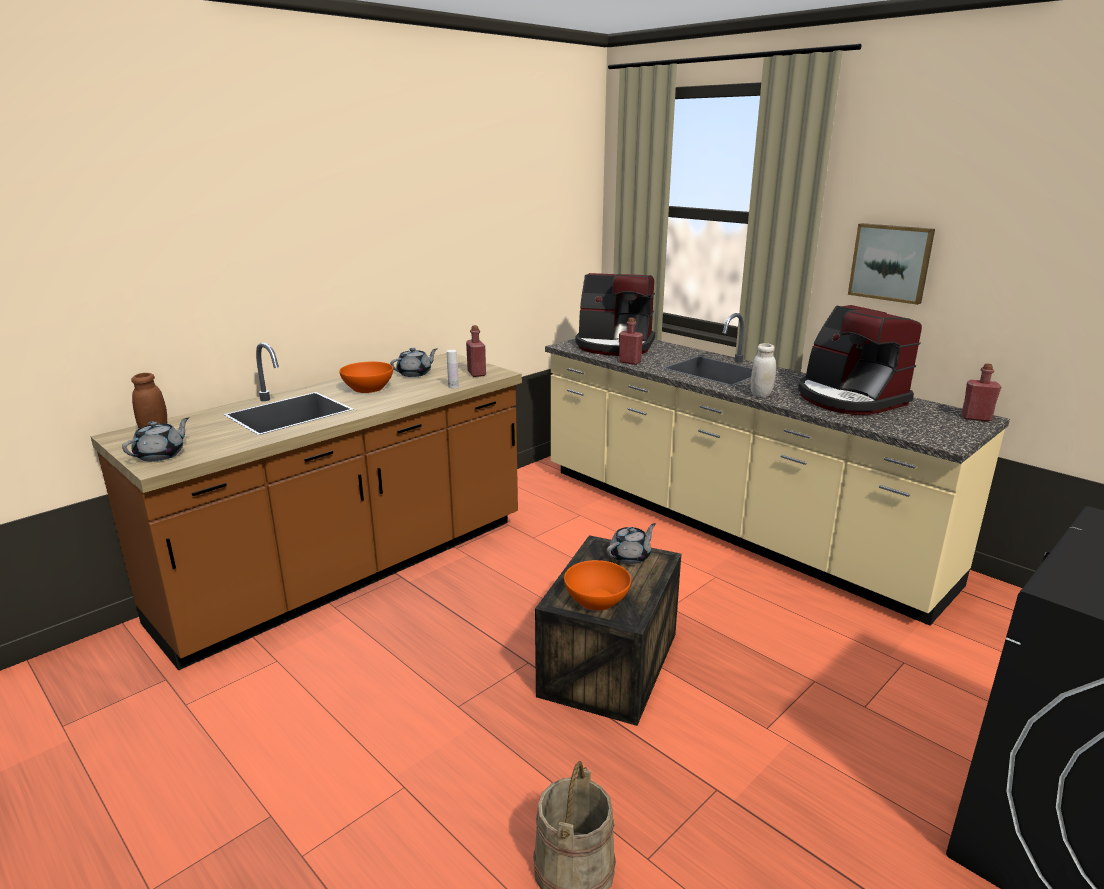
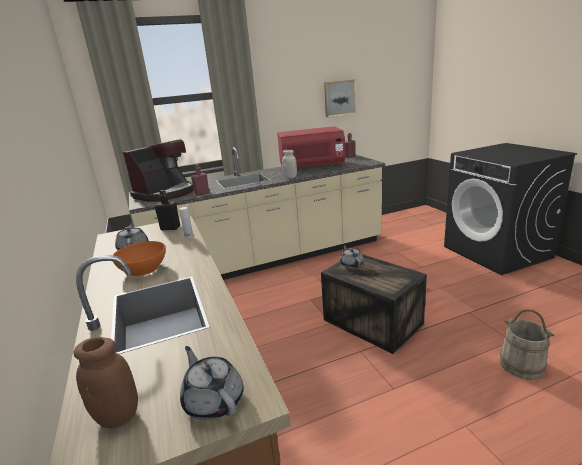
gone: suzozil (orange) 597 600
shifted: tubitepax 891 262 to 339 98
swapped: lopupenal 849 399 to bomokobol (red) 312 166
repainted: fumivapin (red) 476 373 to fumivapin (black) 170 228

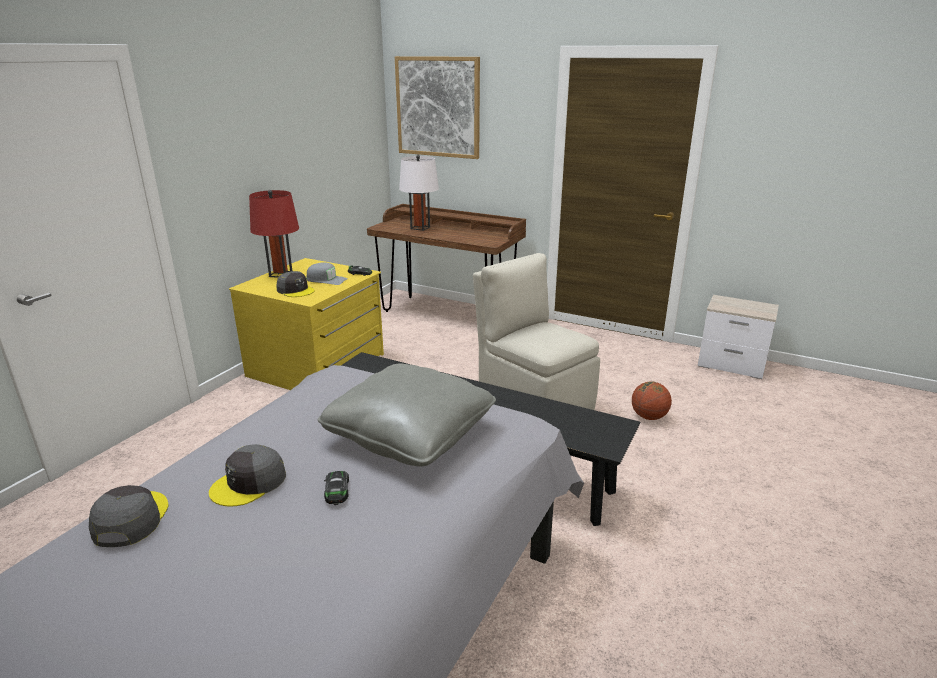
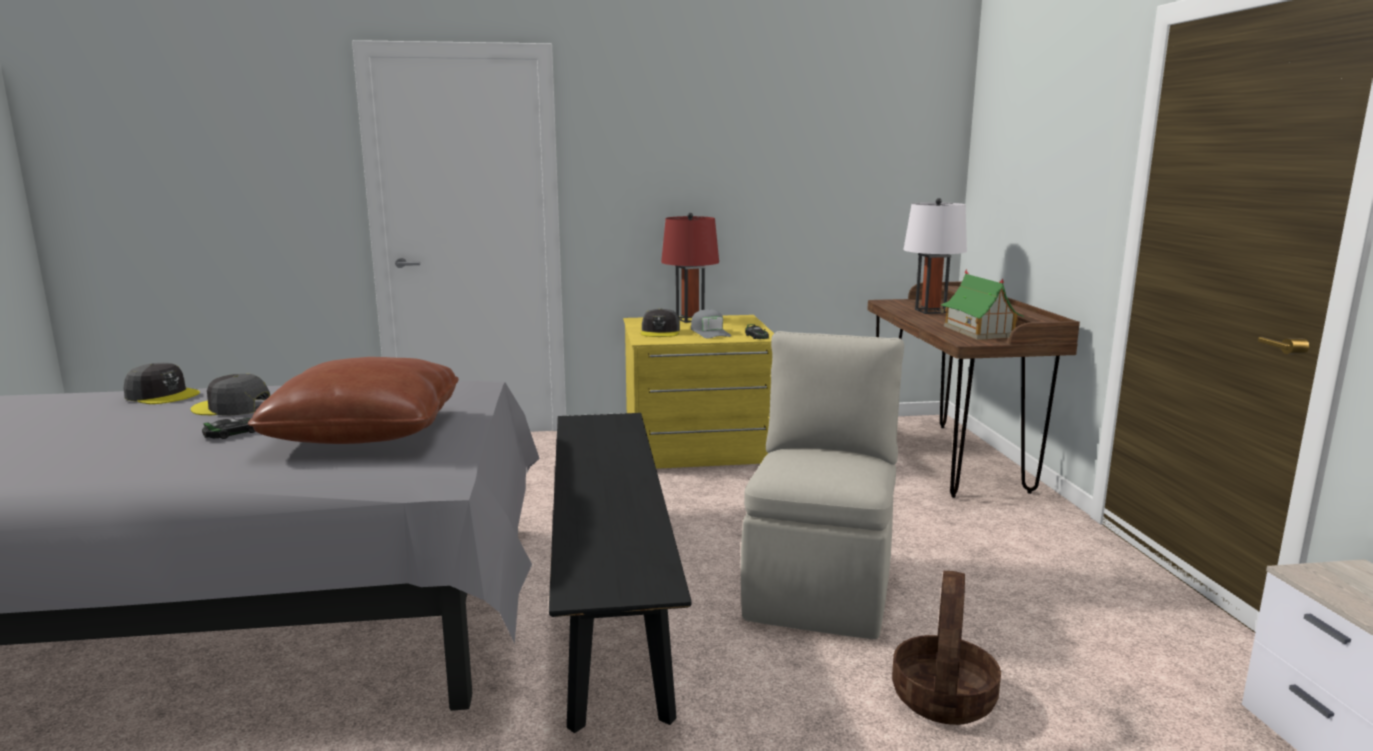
gone: tubitepax 438 107
new: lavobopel 978 331
swapped: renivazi 649 417 to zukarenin 944 698
repainted: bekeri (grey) 410 433 to bekeri (brown) 366 432
rotated: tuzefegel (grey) 130 520 = 162 395 60 degrees clockwise

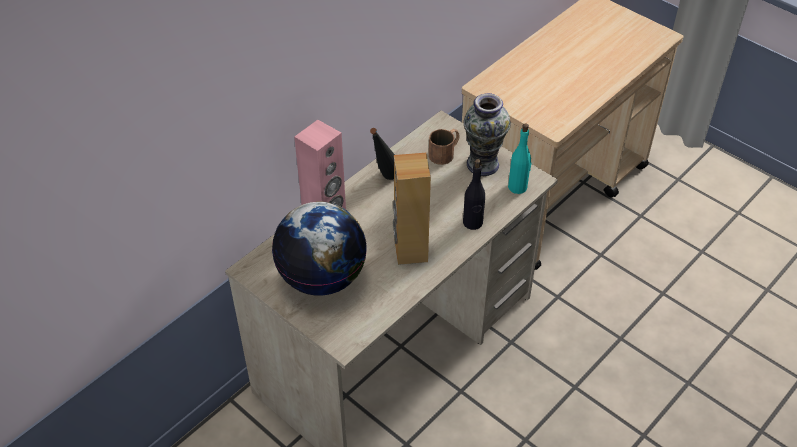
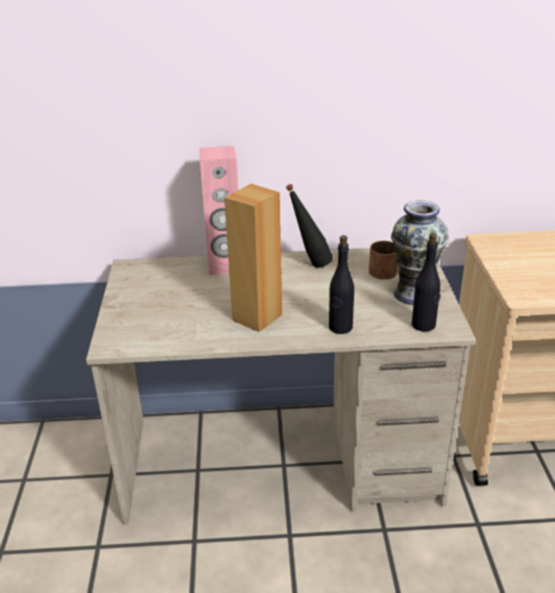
gone: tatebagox 322 278
repainted: fumivapin (turquoise) 518 187 to fumivapin (black) 423 325

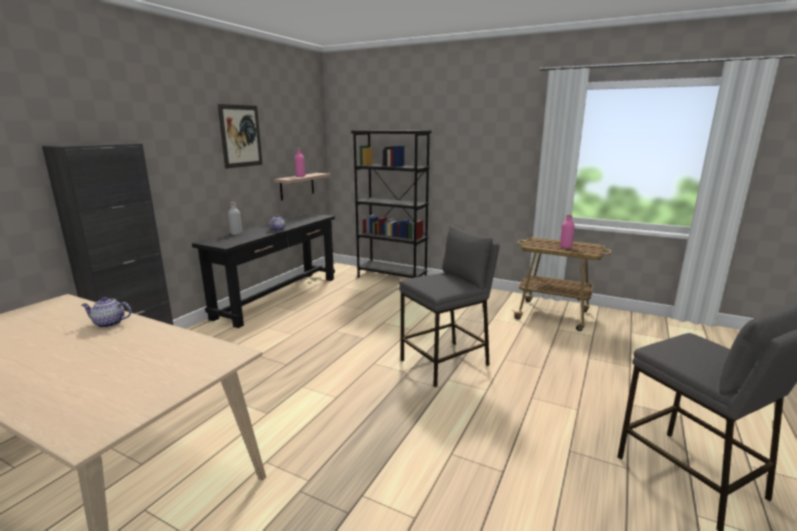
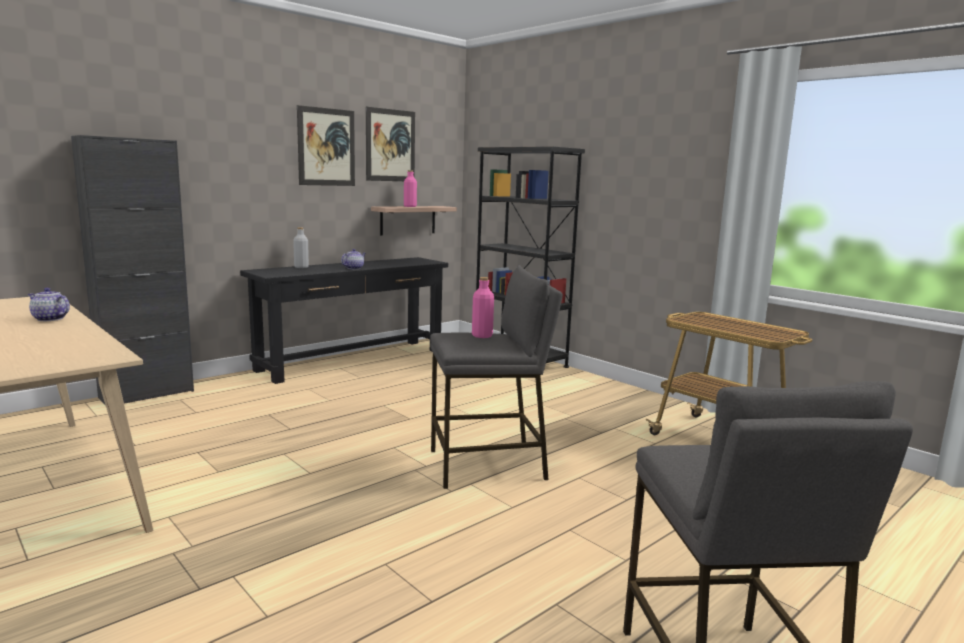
new: tubitepax 390 145
shifted: fumivapin (pink) 565 247 to 482 336

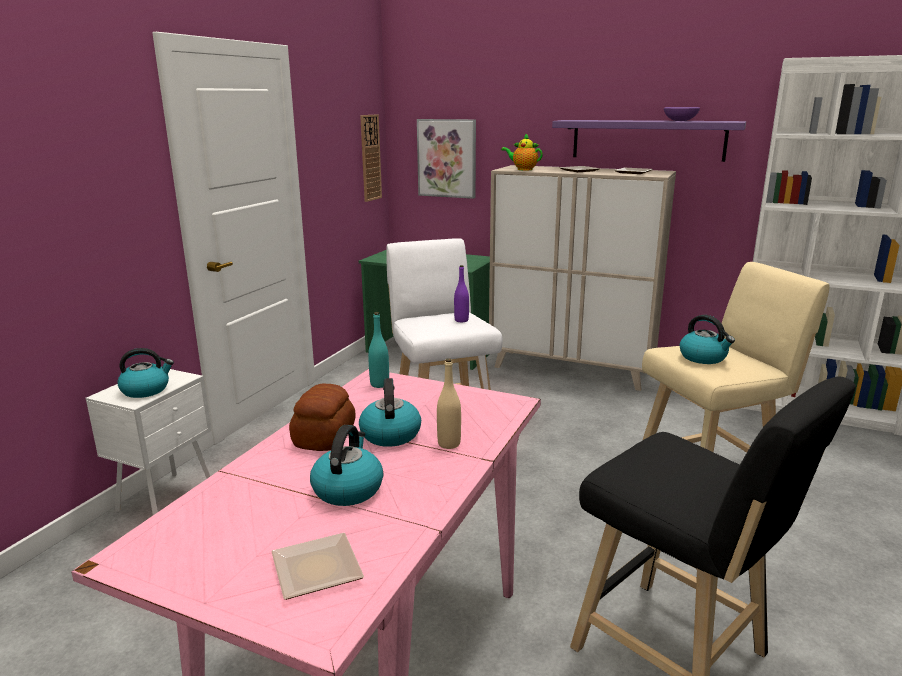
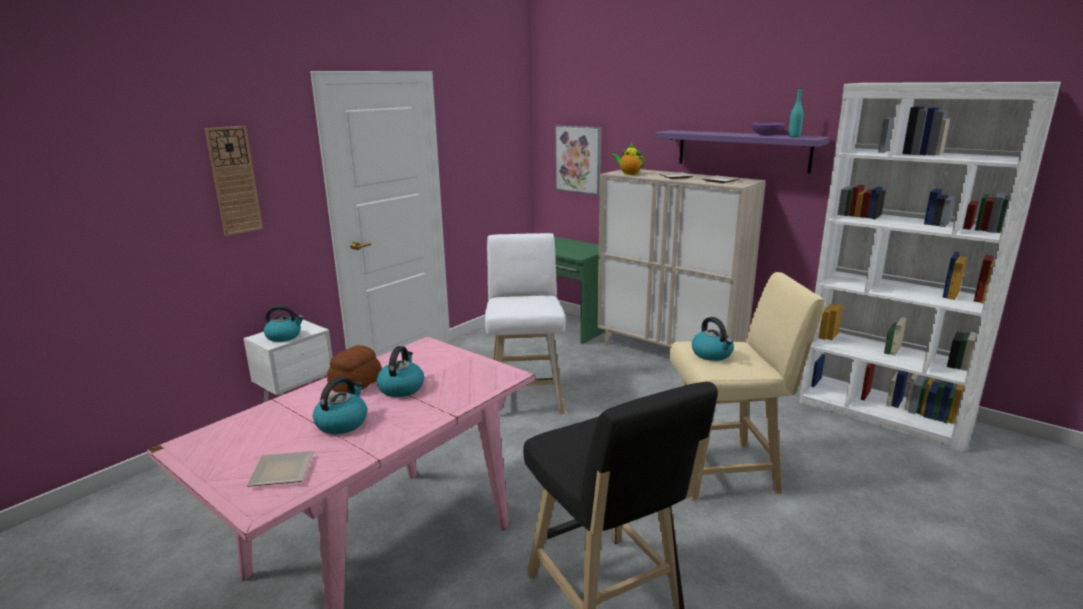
gone: fumivapin (beige) 449 444; fumivapin (purple) 461 320
shifted: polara 370 158 to 234 180; fumivapin (turquoise) 379 384 to 794 137

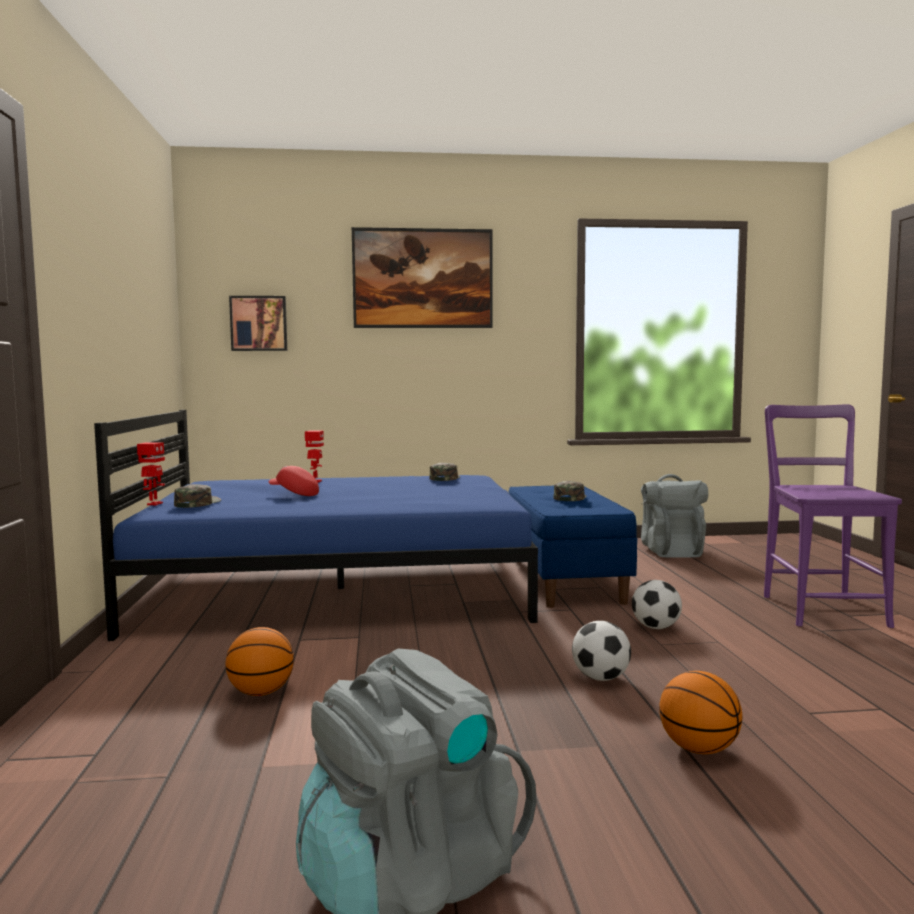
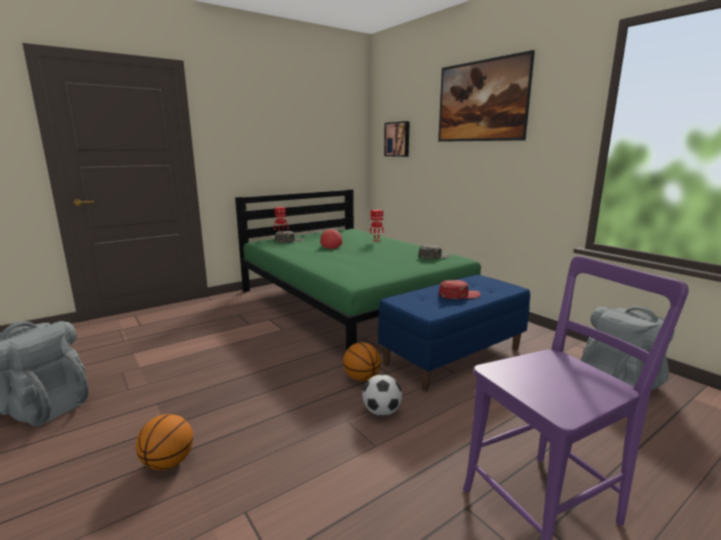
gone: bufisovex 600 678
shifted: renivazi 261 692 to 361 378
repainted: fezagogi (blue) 337 588 to fezagogi (green) 351 304; tuzefegel (green) 569 498 to tuzefegel (red) 459 295

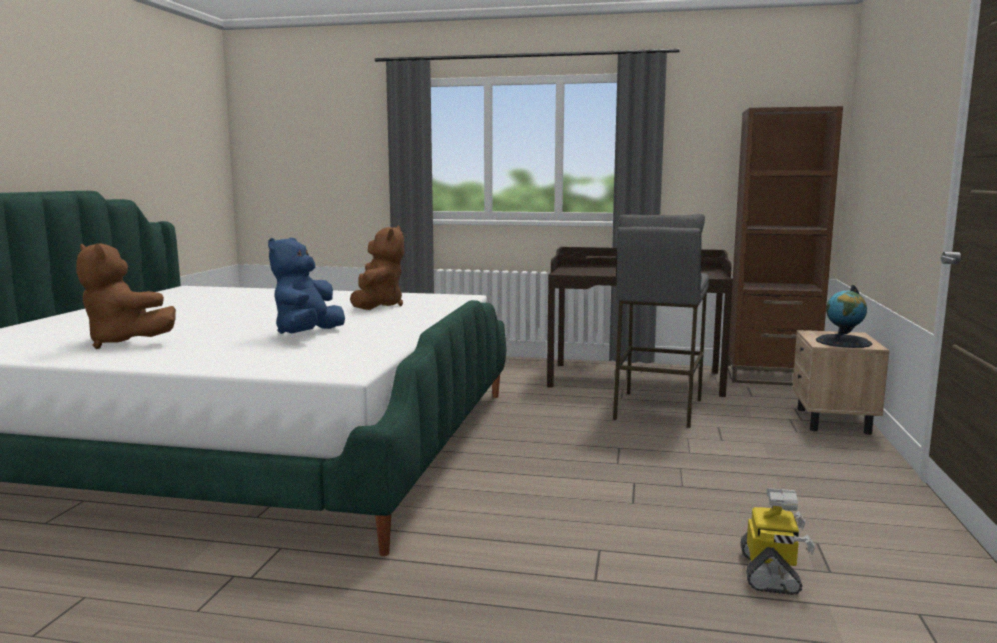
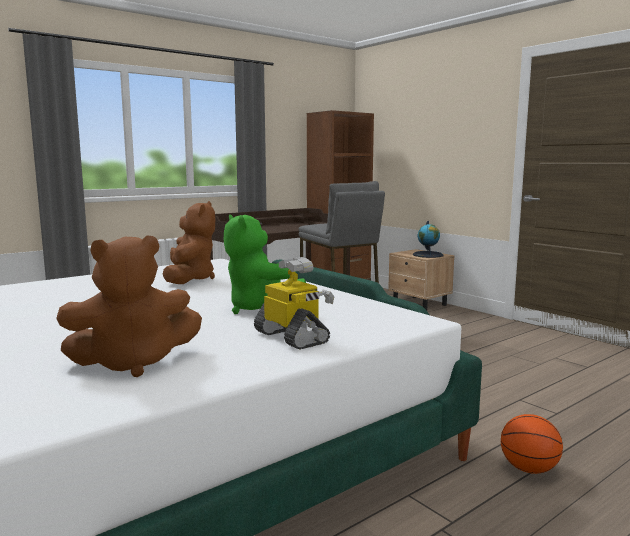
new: renivazi 528 469
shifted: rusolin 771 573 to 293 337
repainted: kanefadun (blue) 307 335 to kanefadun (green) 259 309
rotated: kanefadun (brown) 377 306 = 190 279 45 degrees clockwise

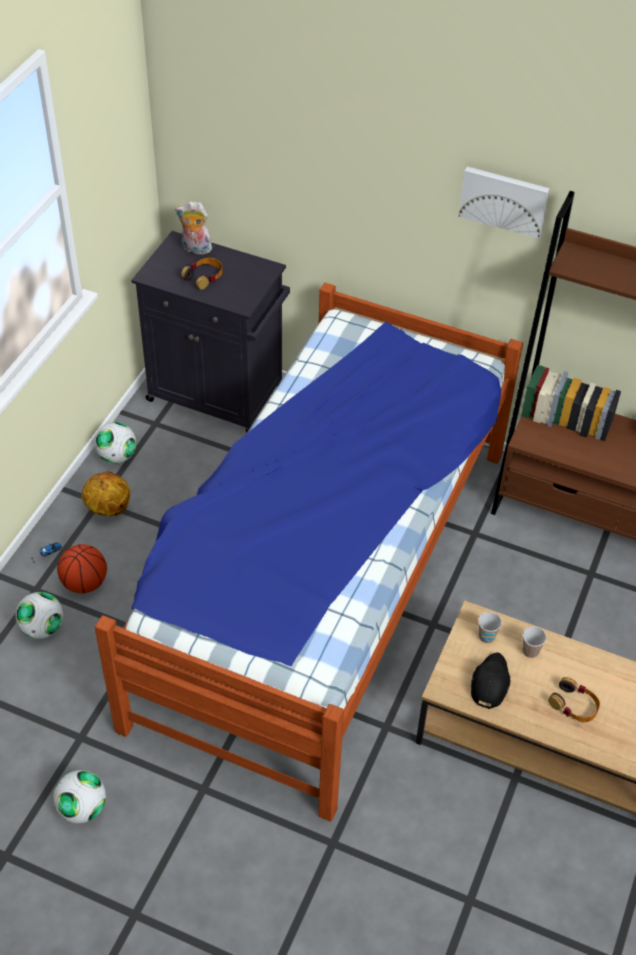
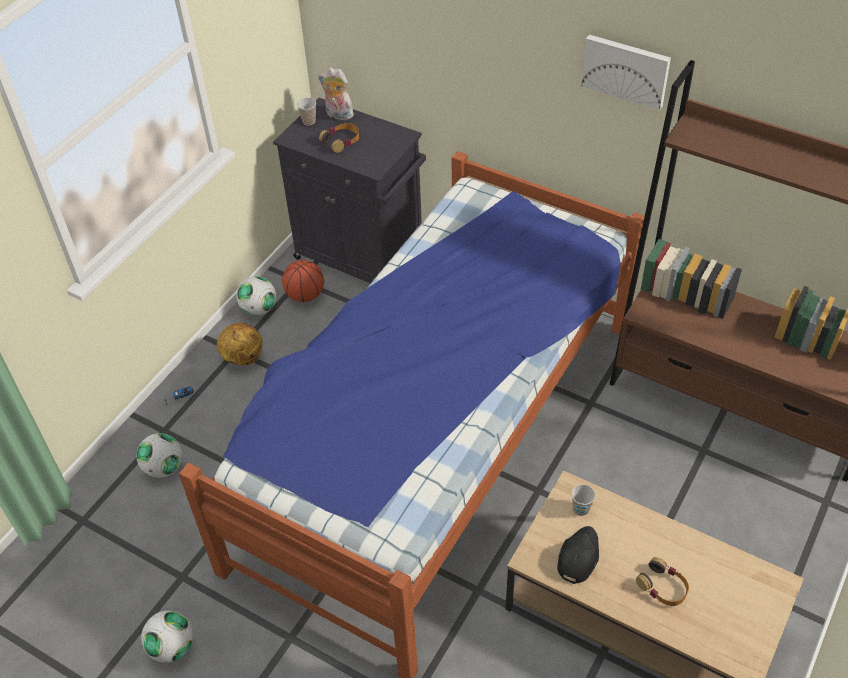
shifted: renivazi 84 583 to 305 295; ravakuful 530 651 to 309 121

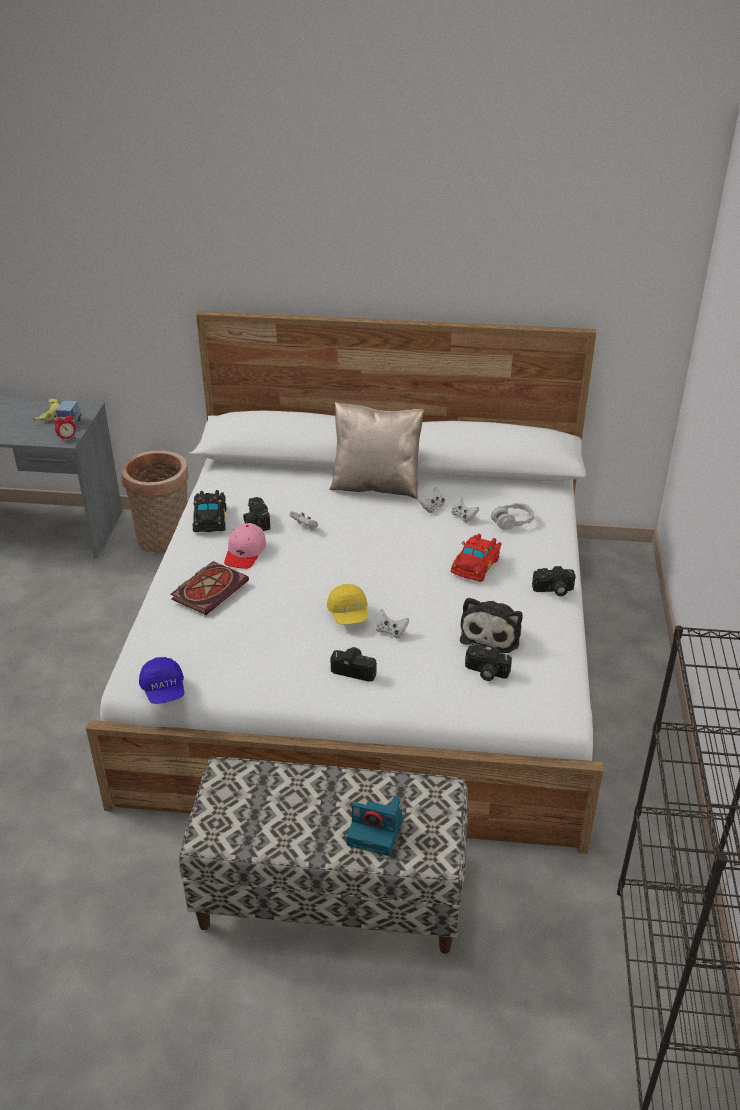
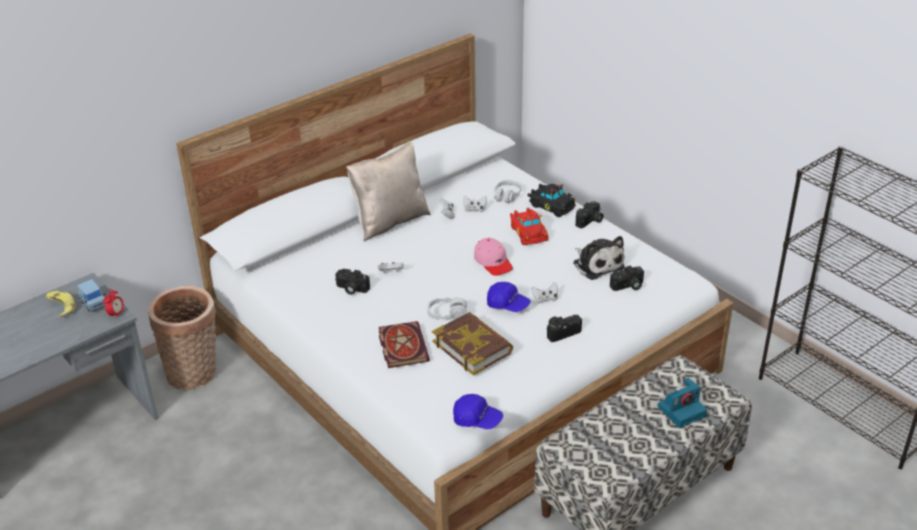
new: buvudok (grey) 447 314; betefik 472 347
shifted: tuzefegel (pink) 245 552 to 493 262; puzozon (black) 210 518 to 551 205
repainted: tuzefegel (yellow) 348 614 to tuzefegel (blue) 508 305

